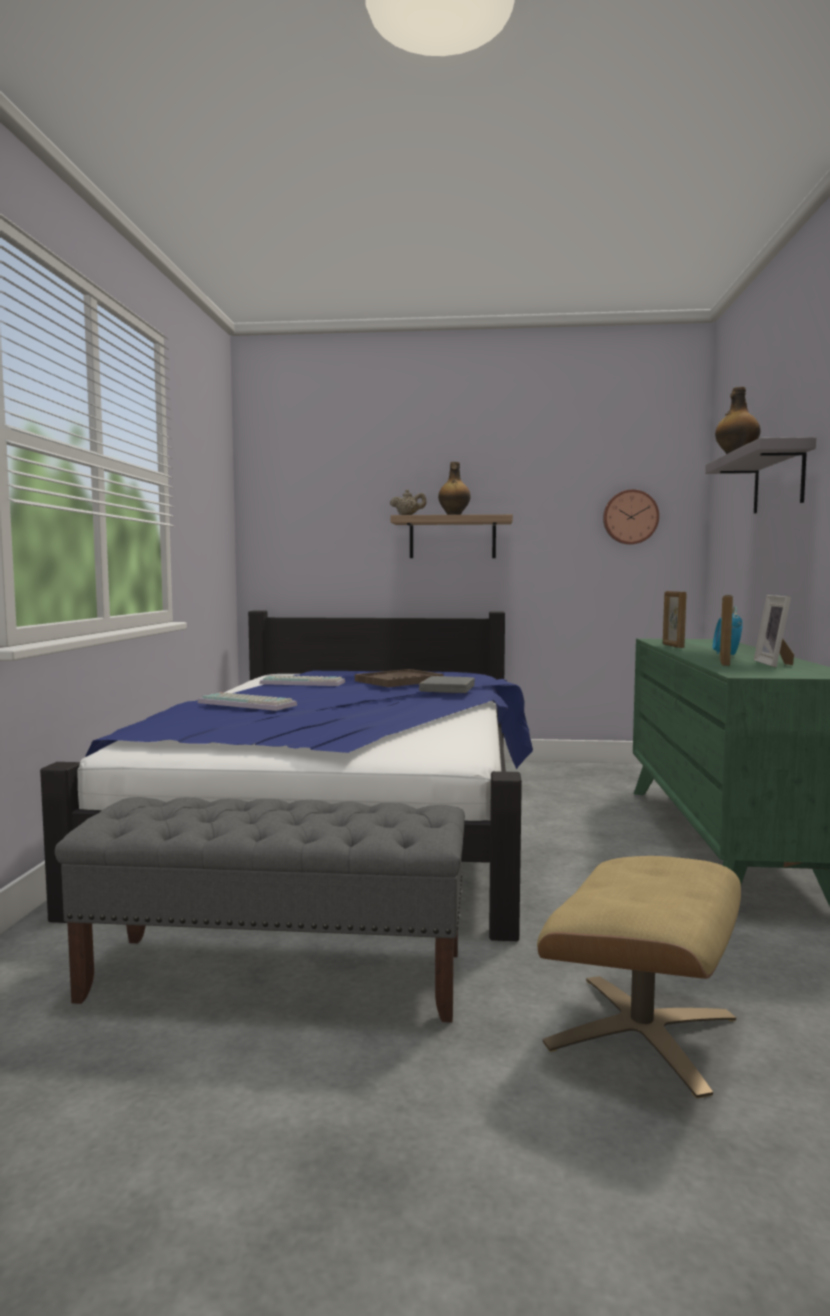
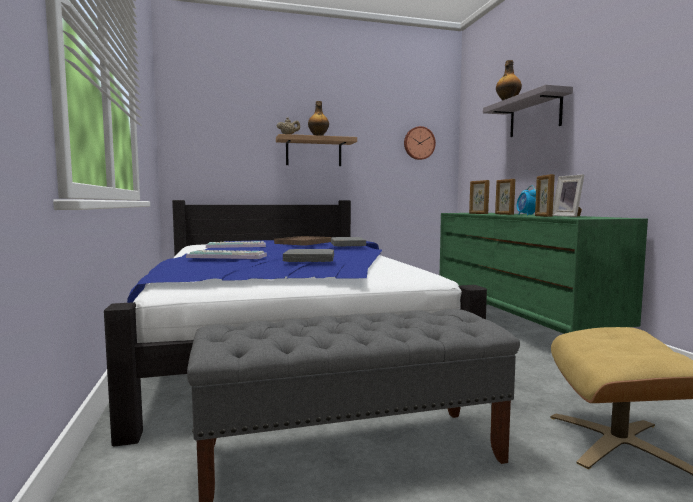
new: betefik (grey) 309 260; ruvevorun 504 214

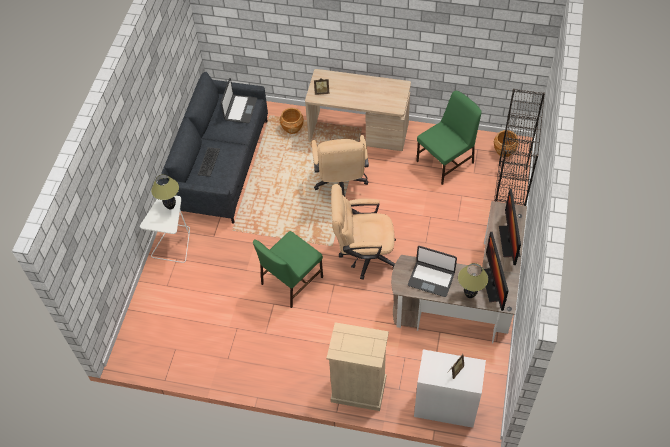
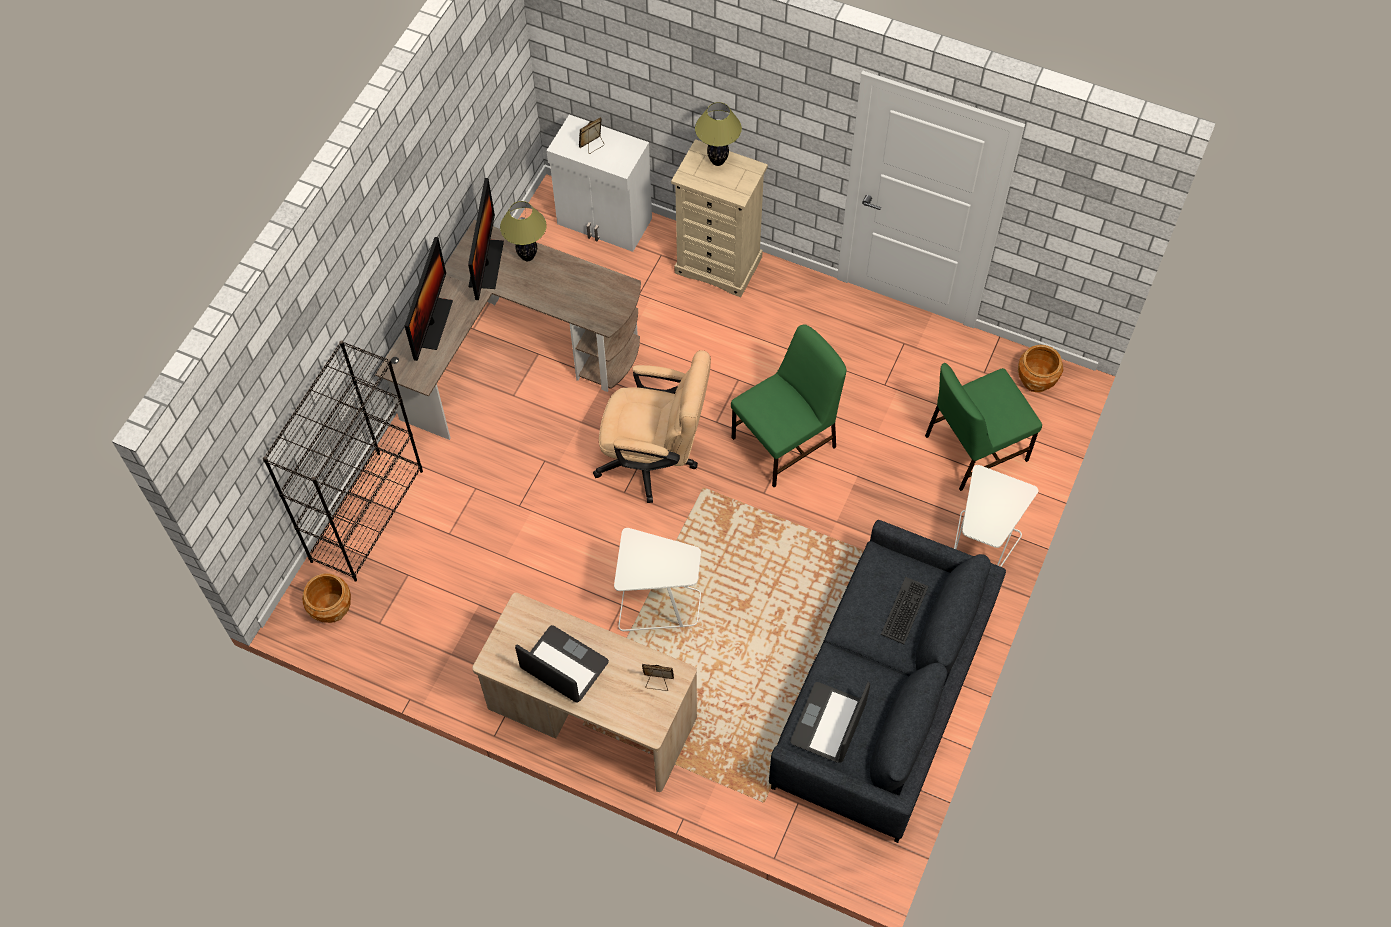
shifted: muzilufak 431 279 to 563 666; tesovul 170 206 to 717 161; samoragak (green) 446 161 to 974 448; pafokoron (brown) 292 128 to 1036 380
swapped: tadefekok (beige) 340 184 to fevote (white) 658 604

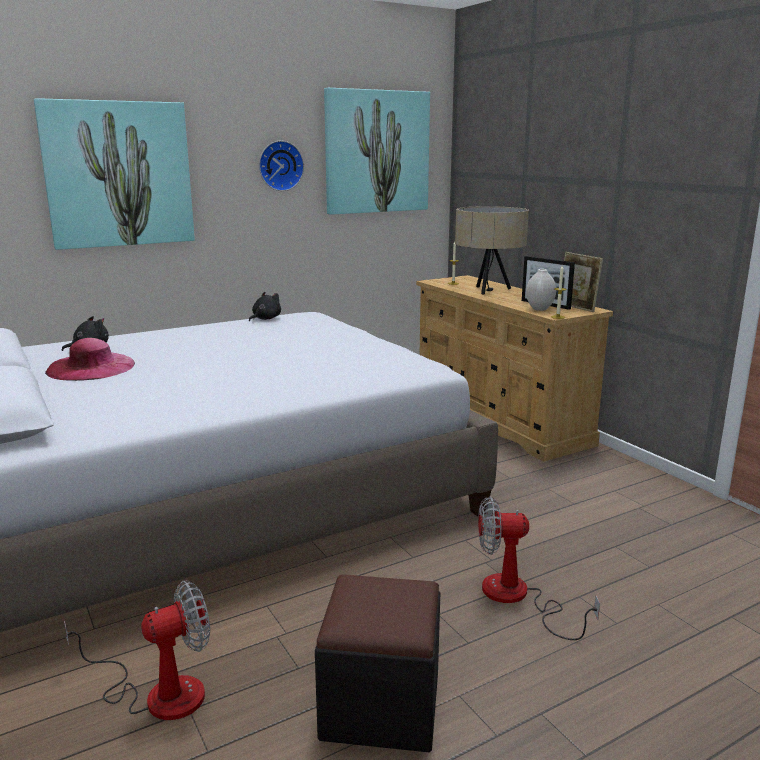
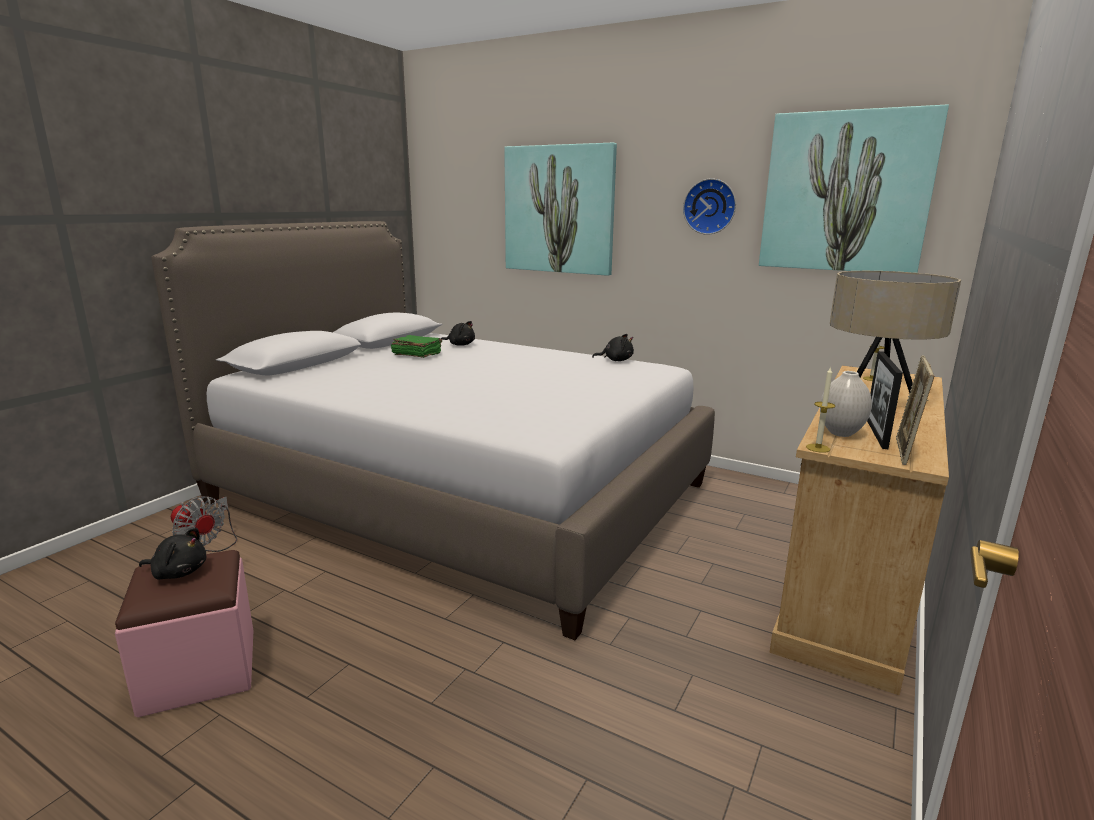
gone: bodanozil 517 598
new: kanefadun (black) 178 572
swapped: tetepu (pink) 91 367 to betefik (green) 416 354
repainted: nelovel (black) 381 705 to nelovel (pink) 199 671

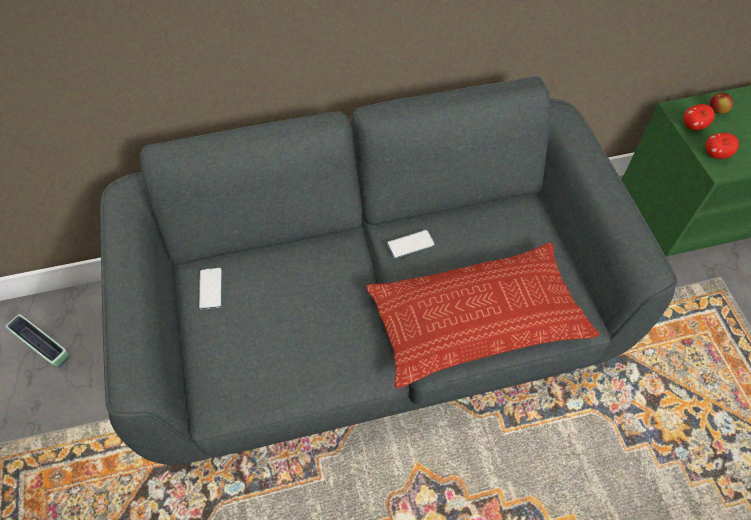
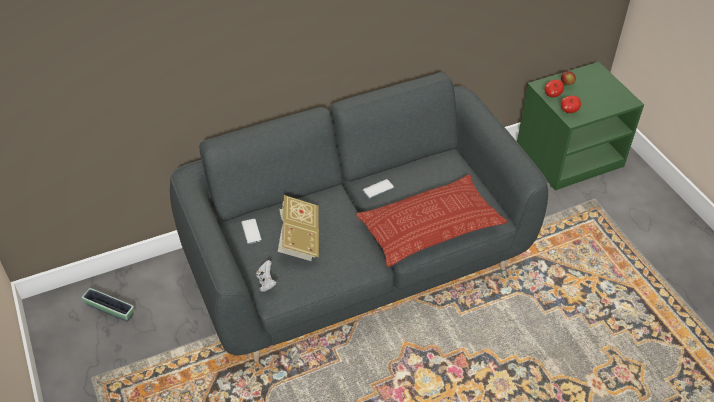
new: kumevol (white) 266 282; betefik 299 239

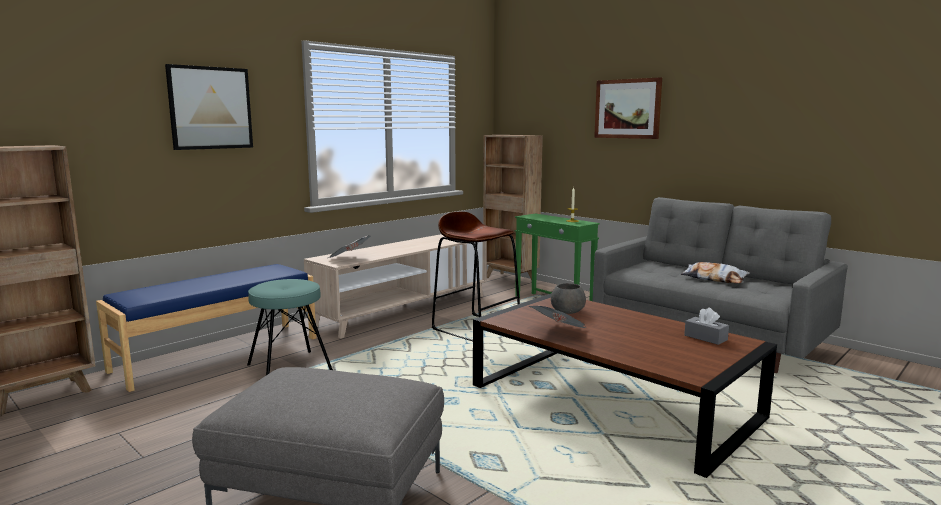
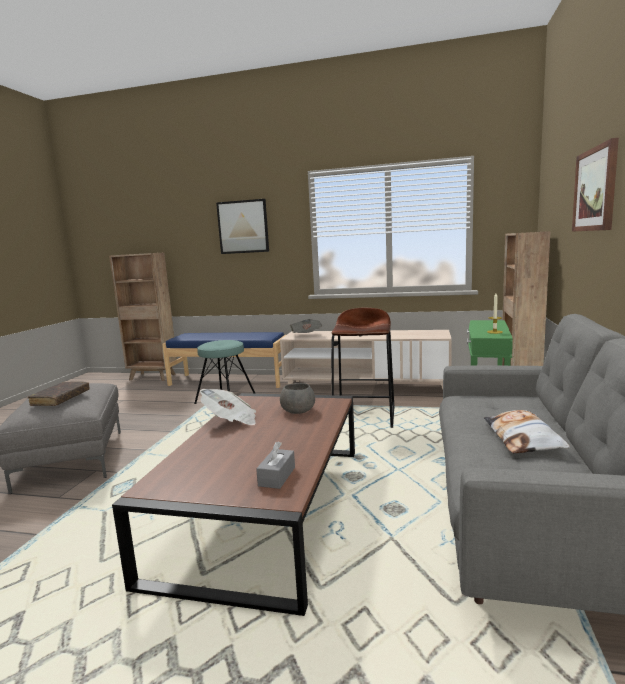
new: betefik (brown) 61 399

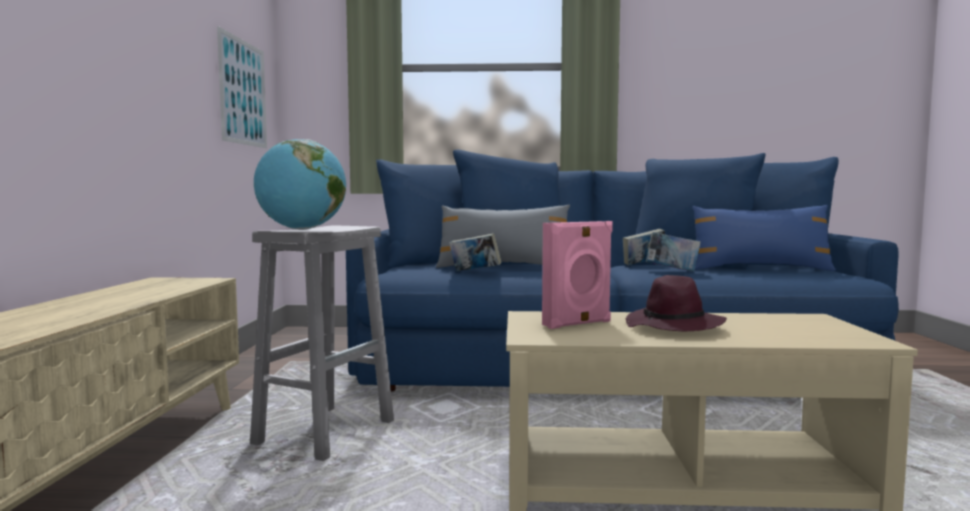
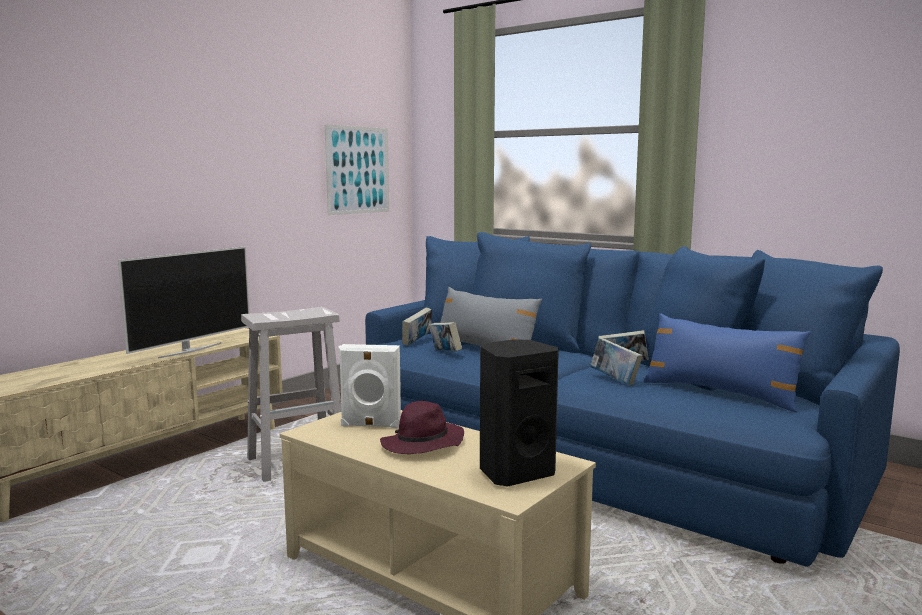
gone: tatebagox 302 229
new: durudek 190 350; betefik 417 342; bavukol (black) 515 472
repainted: bavukol (pink) 578 324 to bavukol (white) 371 425

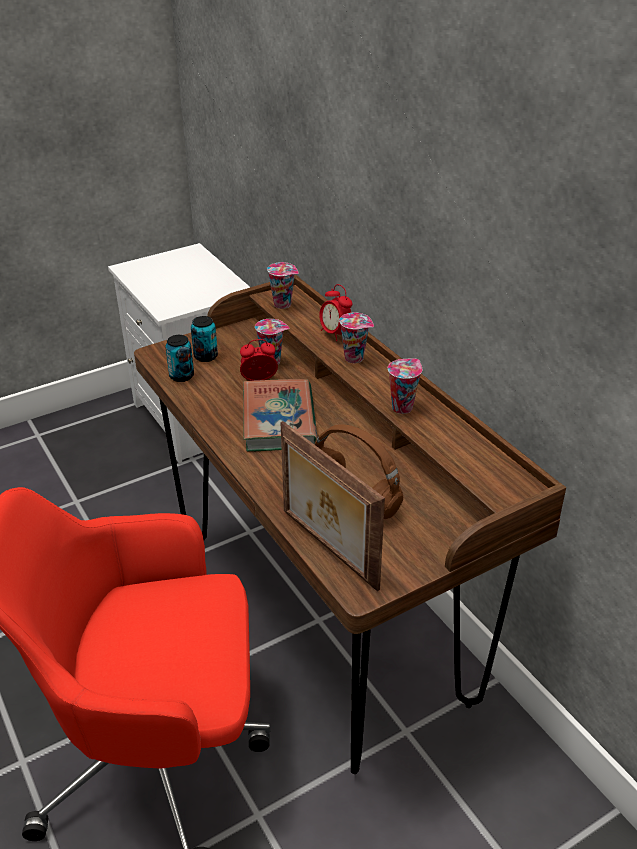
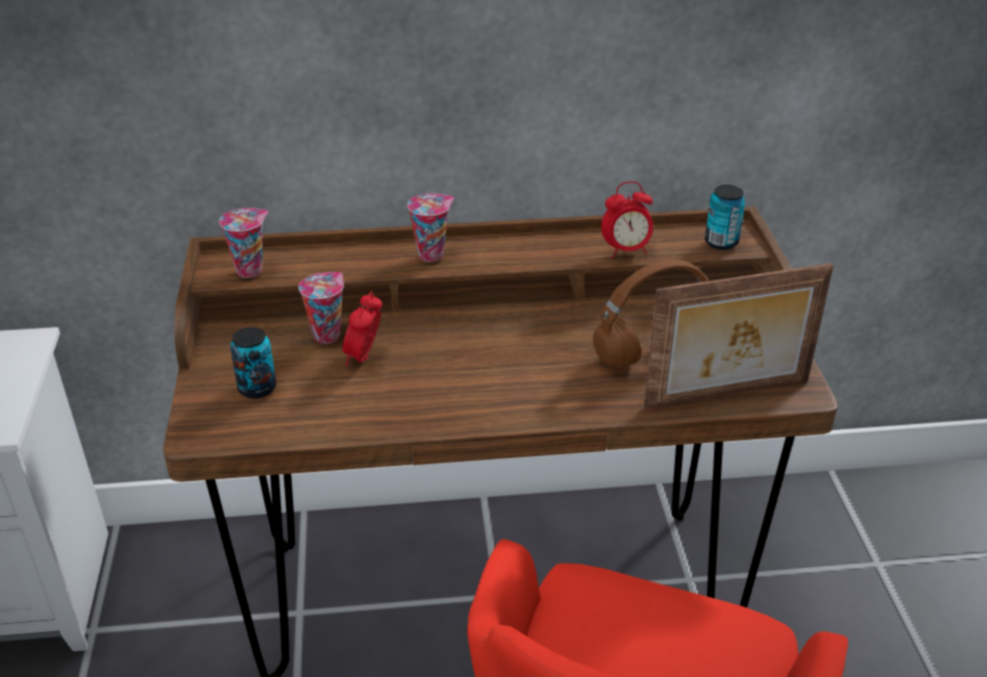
gone: betefik 279 420; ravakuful 402 406
shifted: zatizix 335 334 to 626 251; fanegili 181 376 to 721 242

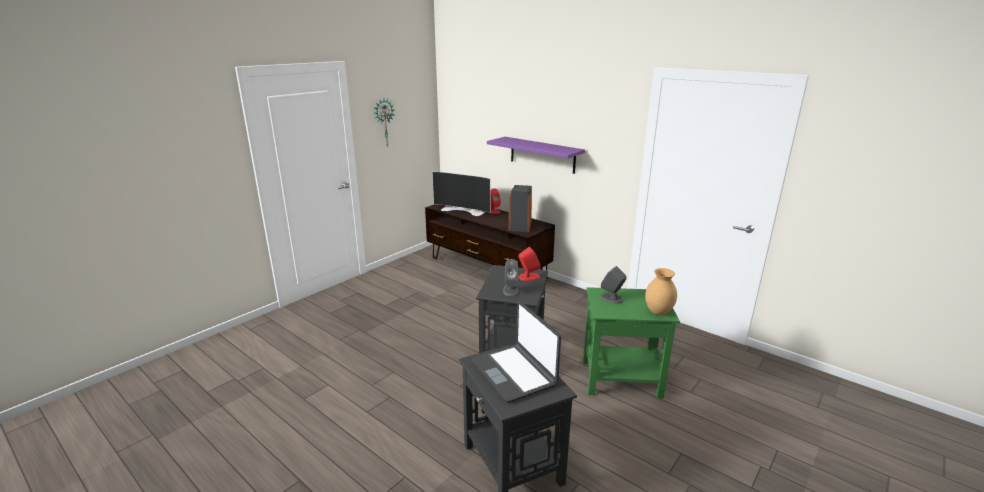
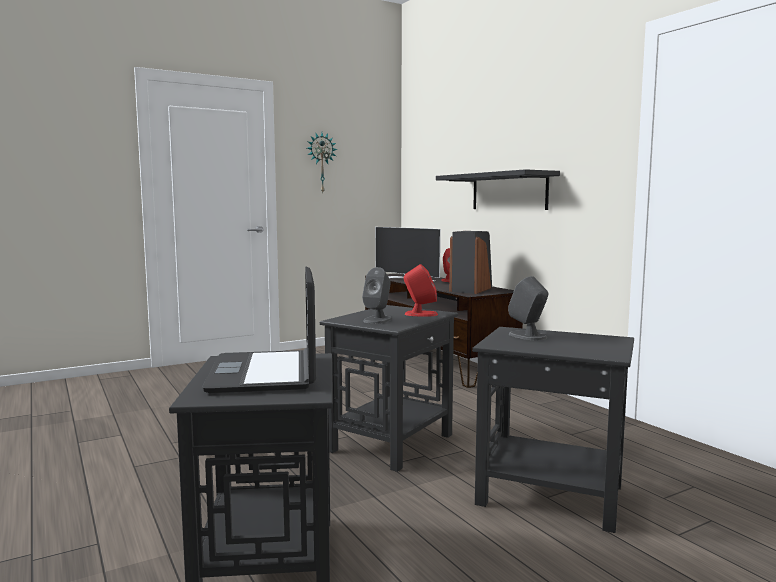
gone: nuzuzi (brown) 658 312
repainted: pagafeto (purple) 542 154 to pagafeto (black) 508 191; fevote (green) 620 378 to fevote (black) 548 494

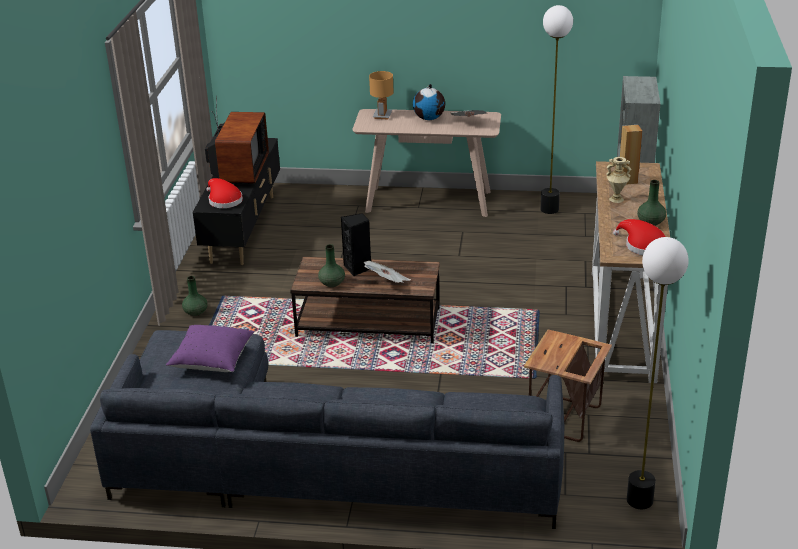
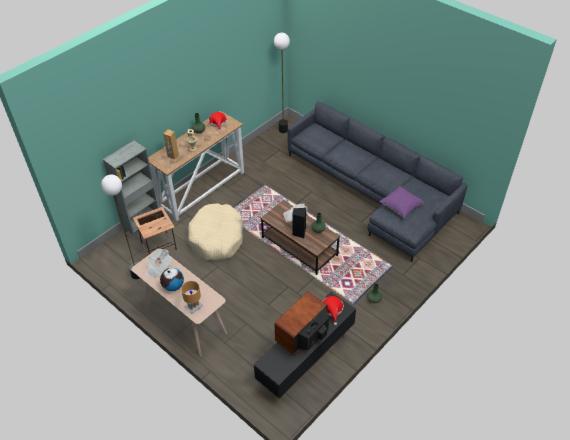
new: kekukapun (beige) 217 238
shifted: fevote 564 419 to 159 246

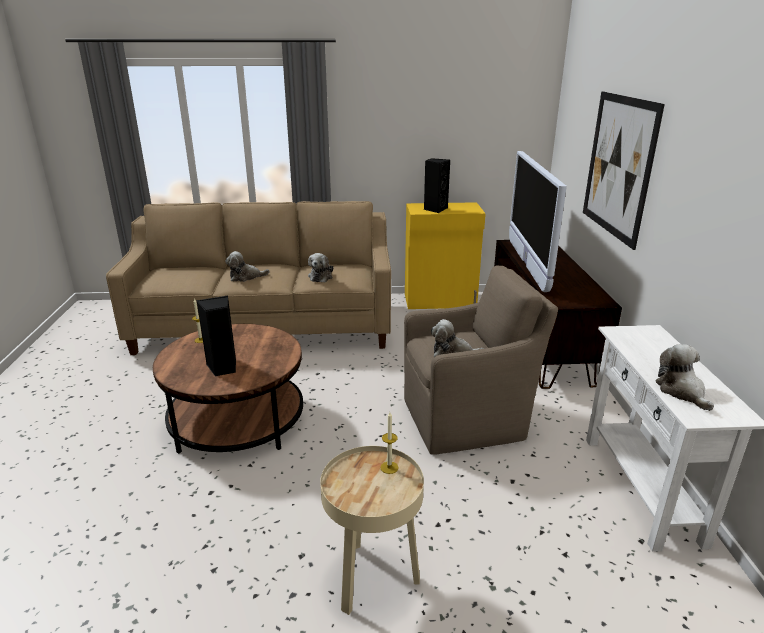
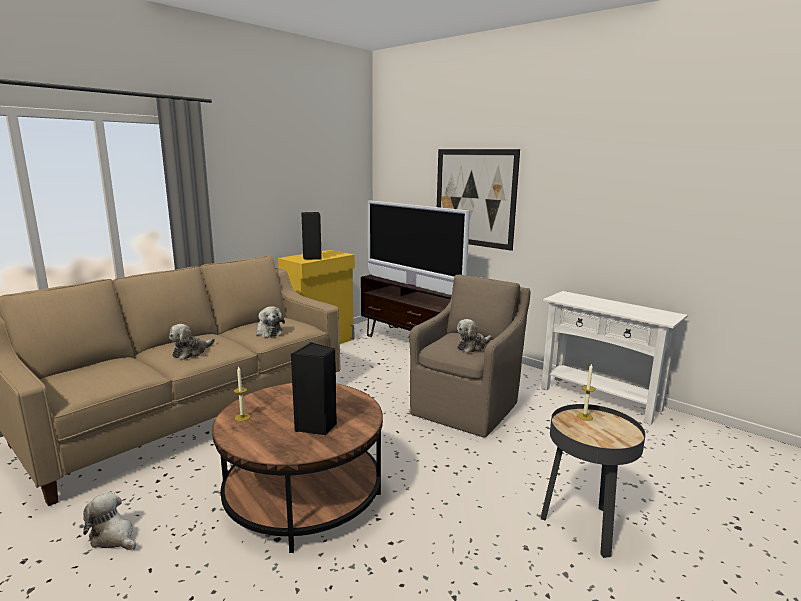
shifted: kanefadun 682 391 to 113 537
repainted: fevote (beige) 373 577 to fevote (black) 583 526

